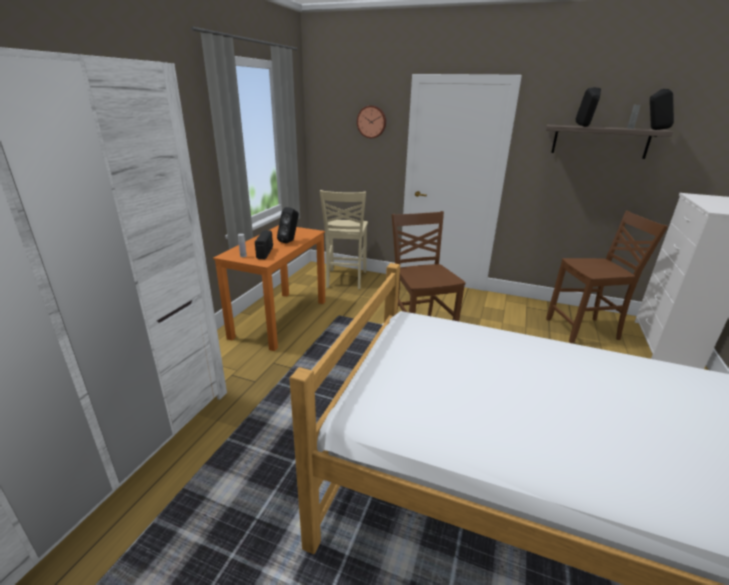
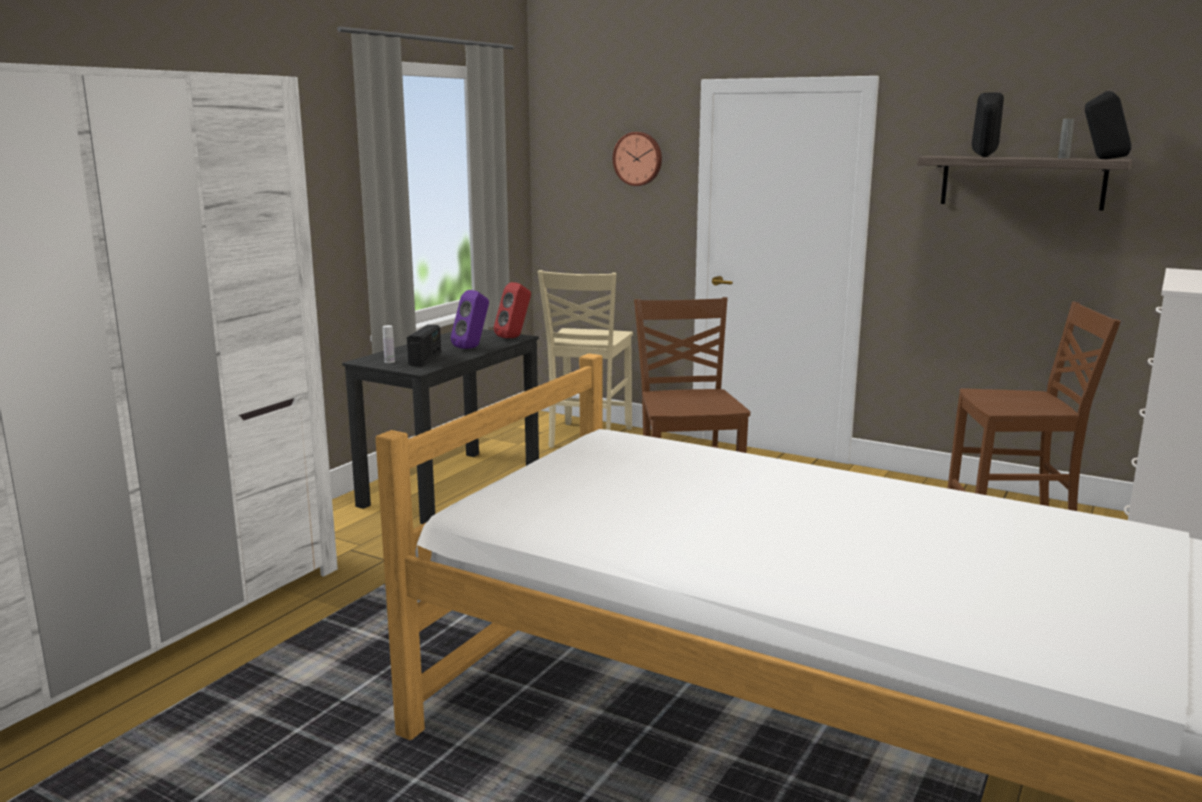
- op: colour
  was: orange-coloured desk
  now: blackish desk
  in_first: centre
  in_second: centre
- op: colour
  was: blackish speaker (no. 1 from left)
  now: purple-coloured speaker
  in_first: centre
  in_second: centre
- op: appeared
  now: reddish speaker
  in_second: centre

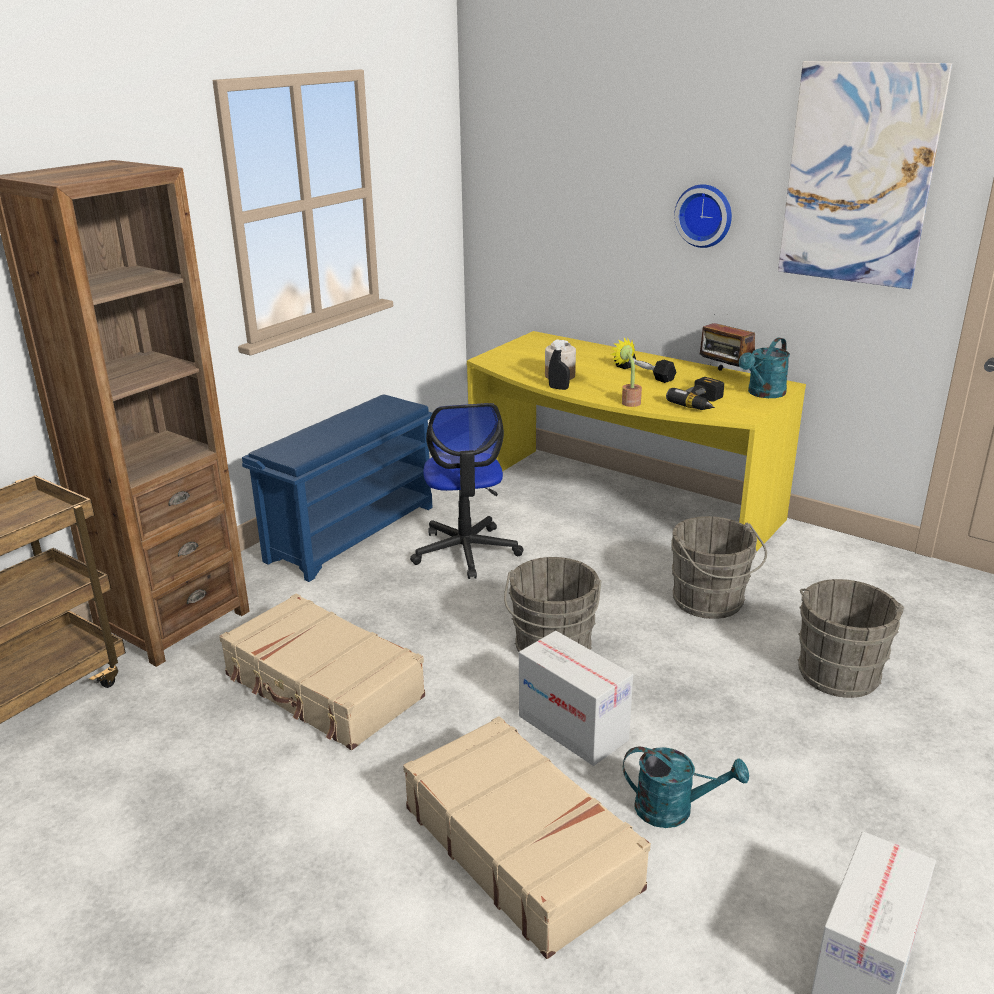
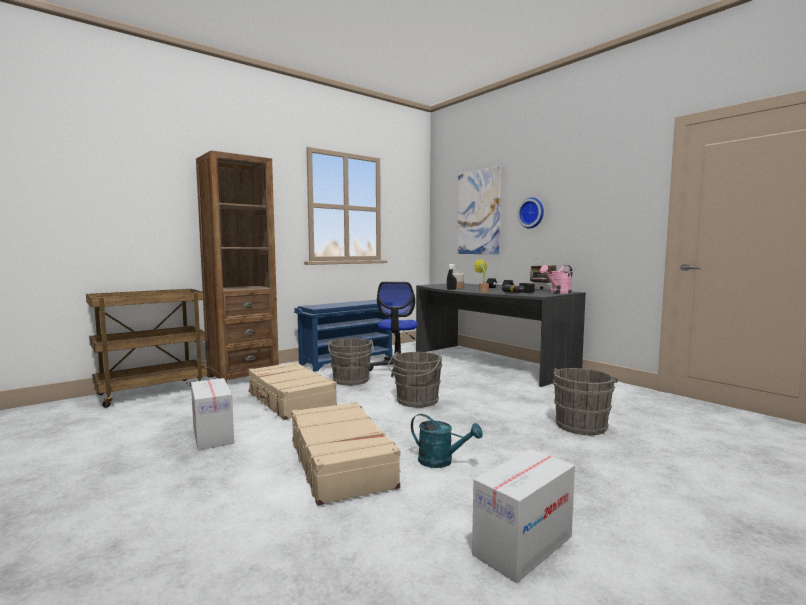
- op: colour
  was: yellow-coloured desk
  now: gray desk
  in_first: centre
  in_second: centre
- op: relocated
  was: packing box (no. 1 from left)
  in_first: bottom centre
  in_second: bottom left
- op: relocated
  was: gray bucket (no. 2 from left in the first image)
  now: gray bucket (no. 1 from left)
  in_first: middle right
  in_second: centre
- op: colour
  was: turquoise-coloured sprinkling can (no. 2 from left)
  now: pink sprinkling can
  in_first: middle right
  in_second: middle right
- op: relocated
  was: wall picture
  in_first: top right
  in_second: centre

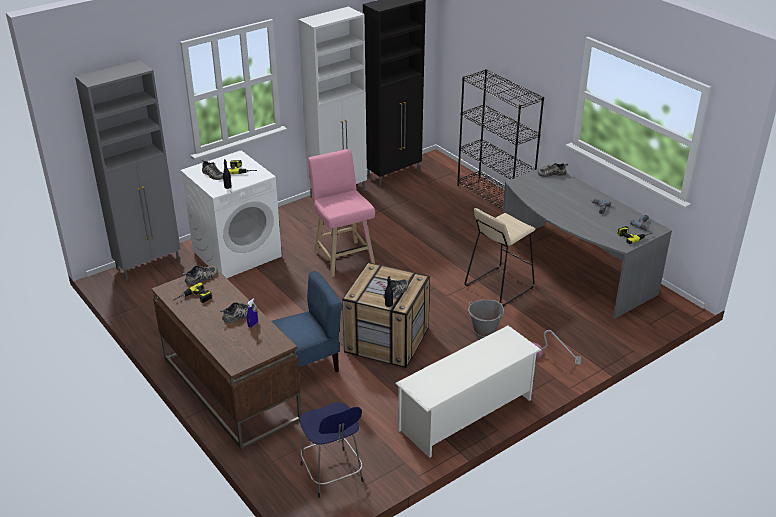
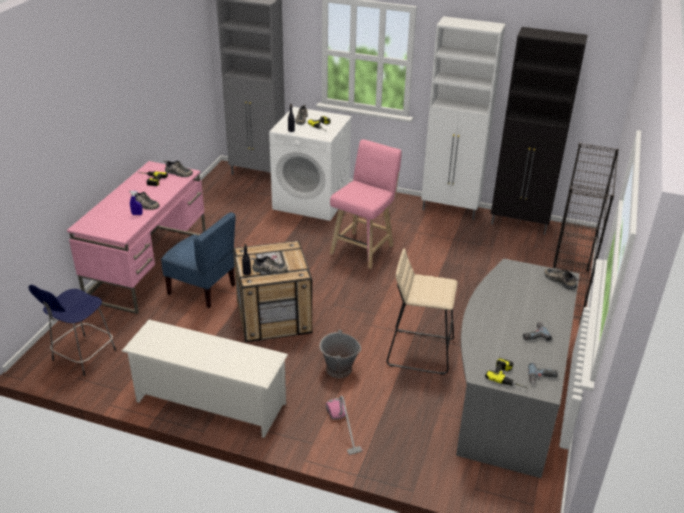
- op: colour
  was: brown-coloured desk
  now: pink desk
  in_first: bottom left
  in_second: middle left

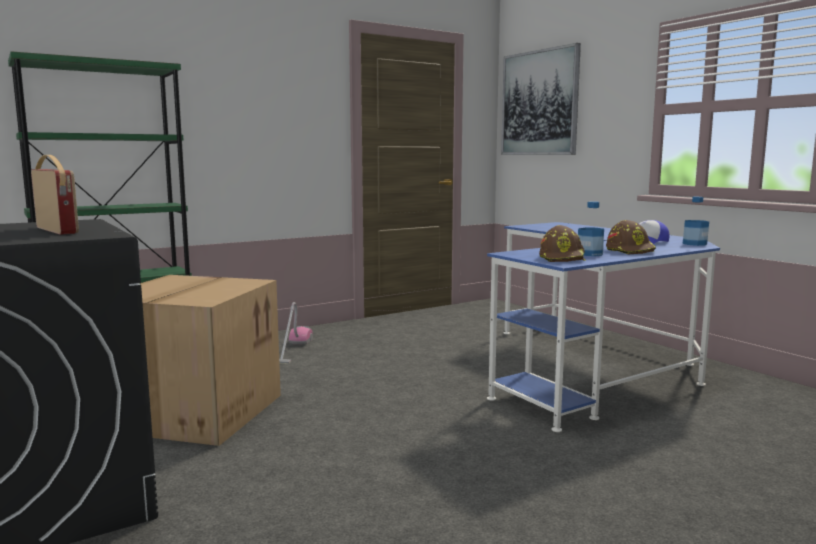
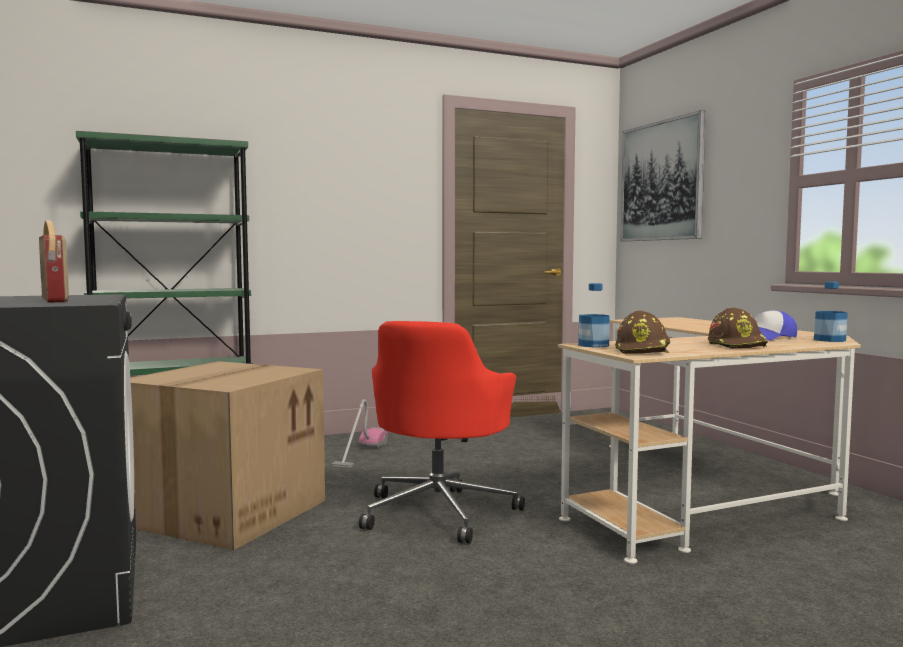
- op: colour
  was: bluish desk
  now: beige-coloured desk
  in_first: middle right
  in_second: bottom right
- op: relocated
  was: bottle (no. 1 from left)
  in_first: middle right
  in_second: centre
- op: appeared
  now: reddish computer chair
  in_second: bottom centre

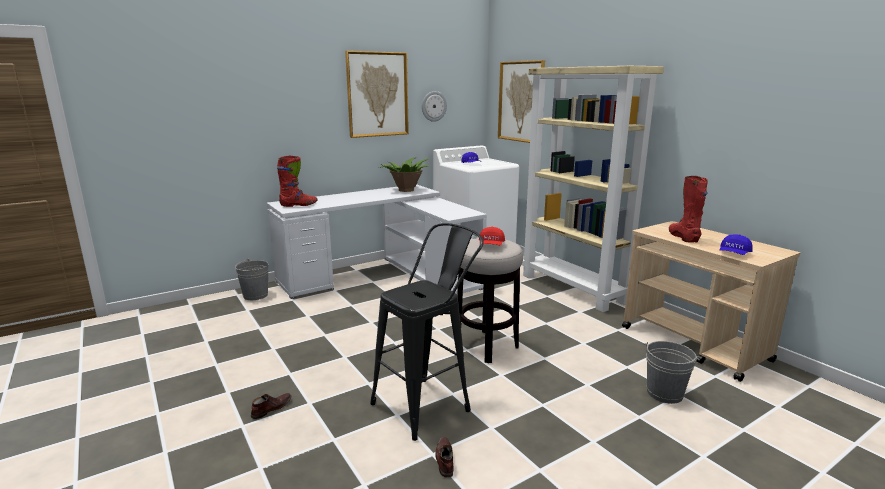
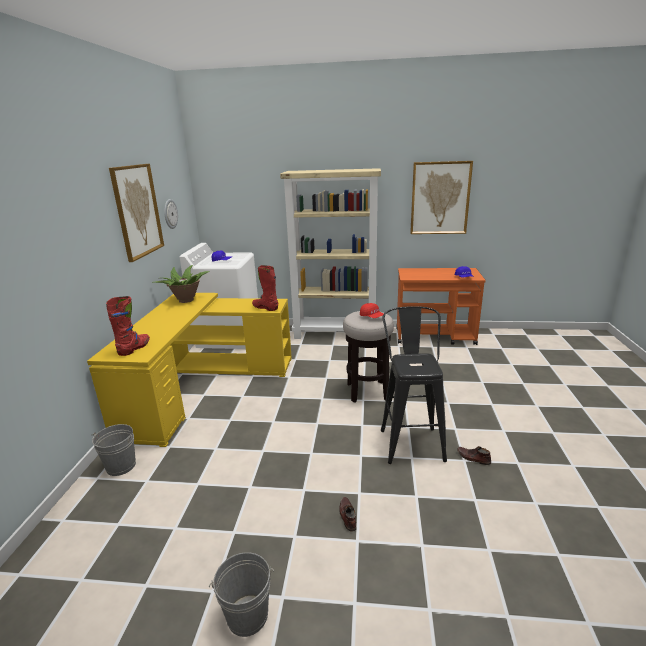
- op: colour
  was: white-coloured desk
  now: yellow-coloured desk
  in_first: centre
  in_second: middle left
- op: relocated
  was: wall picture (no. 2 from left)
  in_first: top centre
  in_second: top right
- op: colour
  was: beige-coloured trolley
  now: orange-coloured trolley
  in_first: middle right
  in_second: middle right
- op: relocated
  was: gray bucket (no. 2 from left)
  in_first: bottom right
  in_second: bottom centre
- op: relocated
  was: reddish tall boot (no. 2 from left)
  in_first: middle right
  in_second: centre

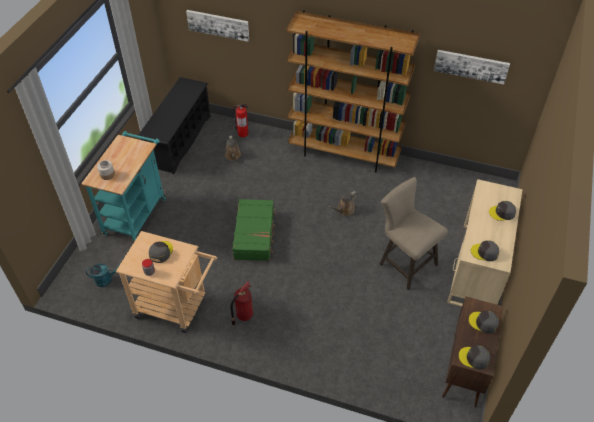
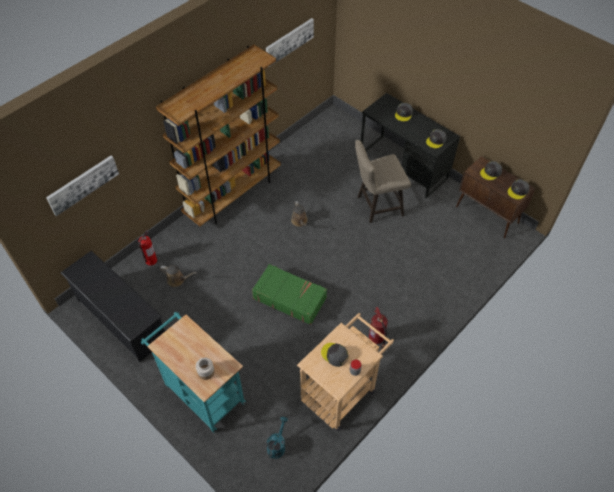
- op: colour
  was: beige-coloured desk
  now: blackish desk
  in_first: middle right
  in_second: top right

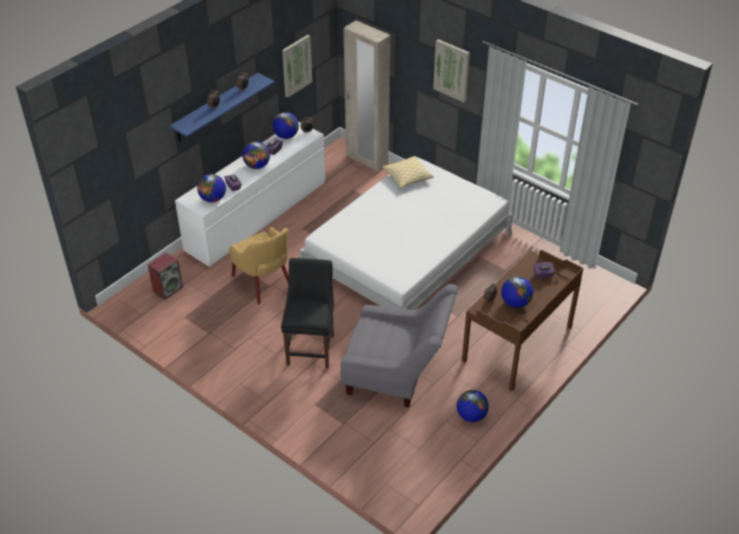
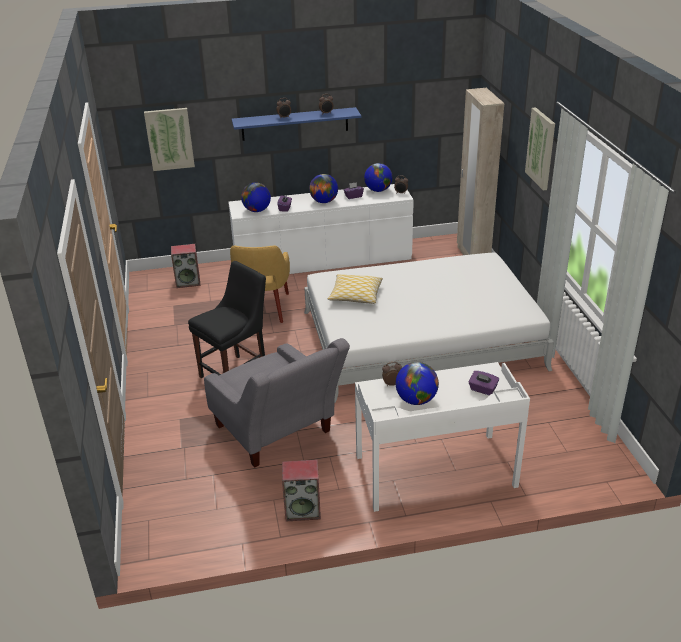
- op: relocated
  was: wall picture (no. 1 from left)
  in_first: top centre
  in_second: top left
- op: relocated
  was: throw pillow
  in_first: top centre
  in_second: centre
- op: exchanged
  was: world globe (no. 4 from left)
  now: speaker (no. 2 from left)
  in_first: bottom centre
  in_second: bottom centre
- op: colour
  was: brown-coloured desk
  now: white-coloured desk
  in_first: middle right
  in_second: bottom centre

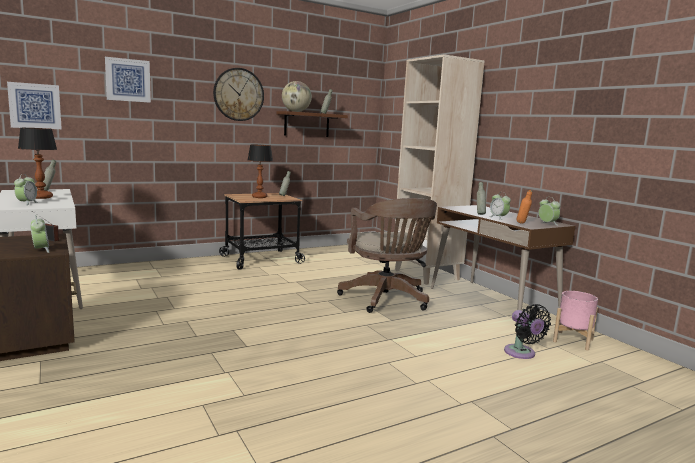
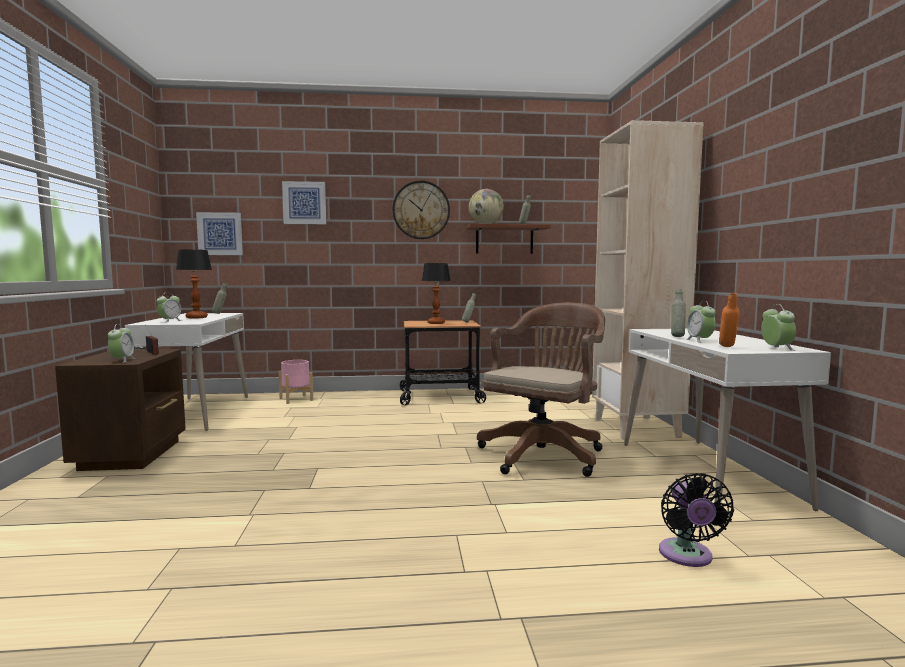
- op: spun
  was: brown-coloured computer chair
  in_first: centre
  in_second: centre
  clockwise: -150
- op: colour
  was: brown-coloured desk
  now: white-coloured desk (no. 2 from left)
  in_first: middle right
  in_second: middle right
- op: relocated
  was: pink planter
  in_first: bottom right
  in_second: middle left

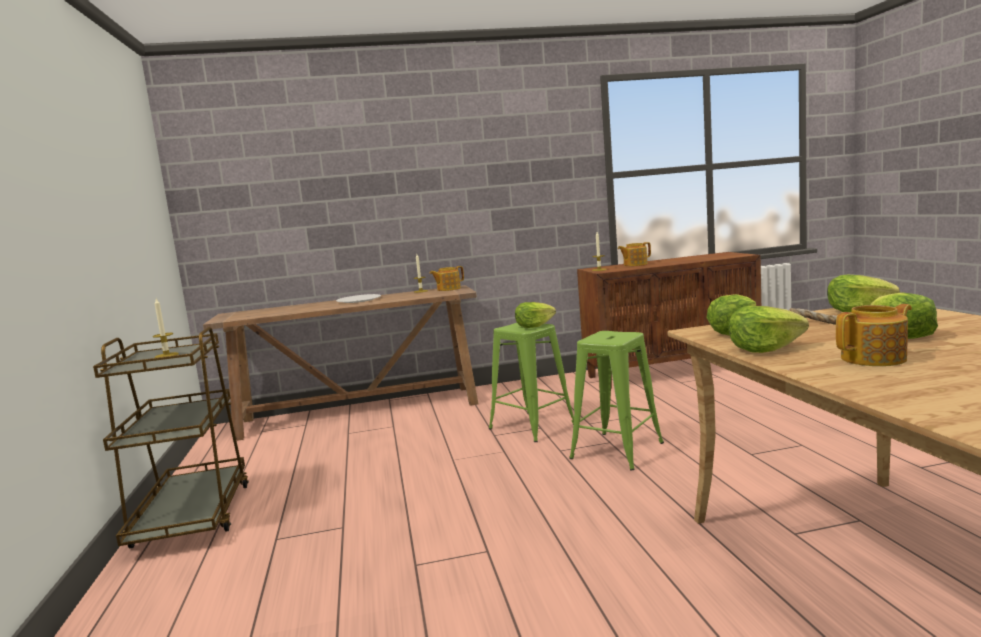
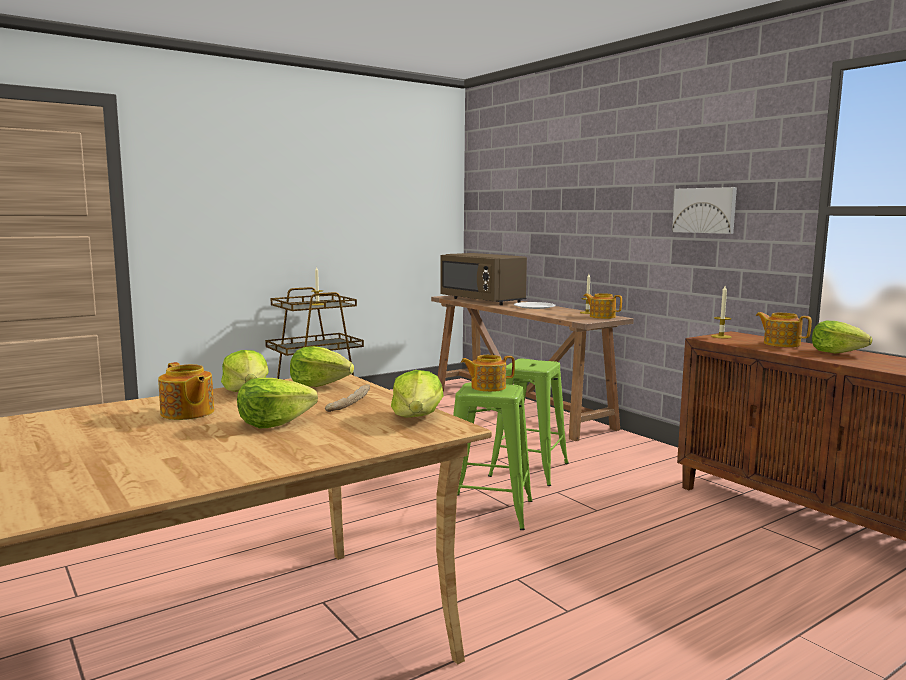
- op: relocated
  was: lettuce (no. 1 from left in the first image)
  now: lettuce (no. 5 from left)
  in_first: centre
  in_second: middle right
- op: appeared
  now: brown-coloured microwave
  in_second: centre
- op: appeared
  now: teapot (no. 2 from left)
  in_second: centre
- op: appeared
  now: wall picture
  in_second: top right

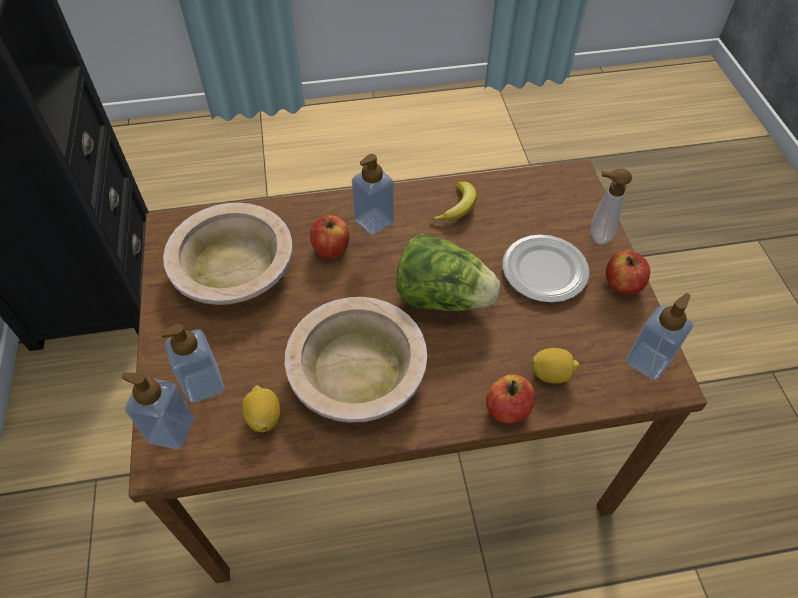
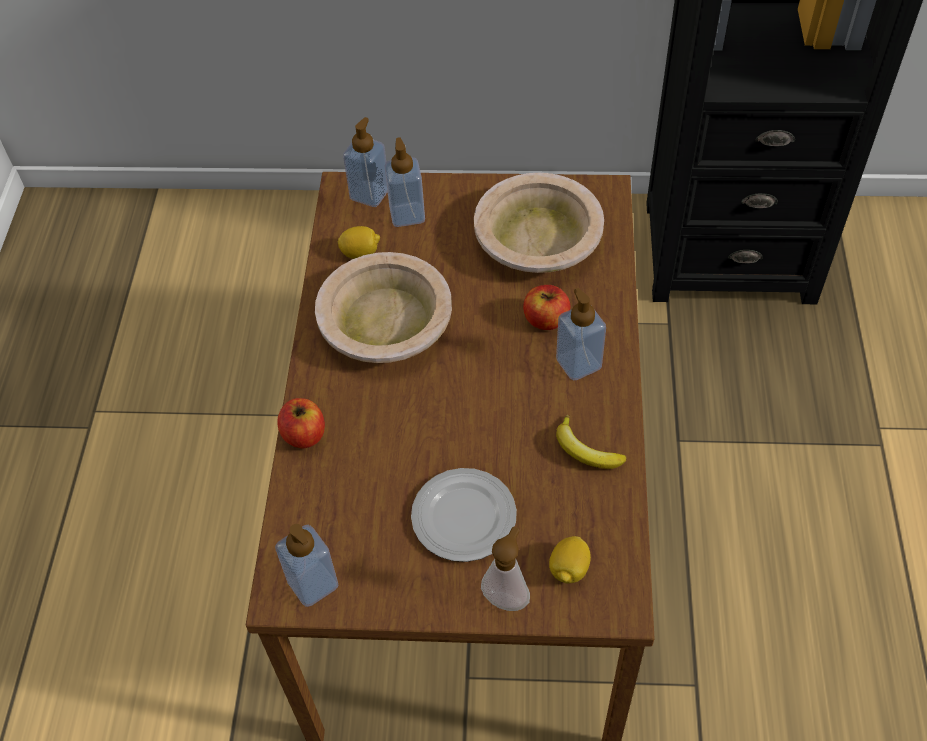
- op: missing
  was: lettuce
  in_first: centre
- op: relocated
  was: lemon (no. 2 from left)
  in_first: middle right
  in_second: bottom centre
- op: missing
  was: whole apple (no. 3 from left)
  in_first: middle right

